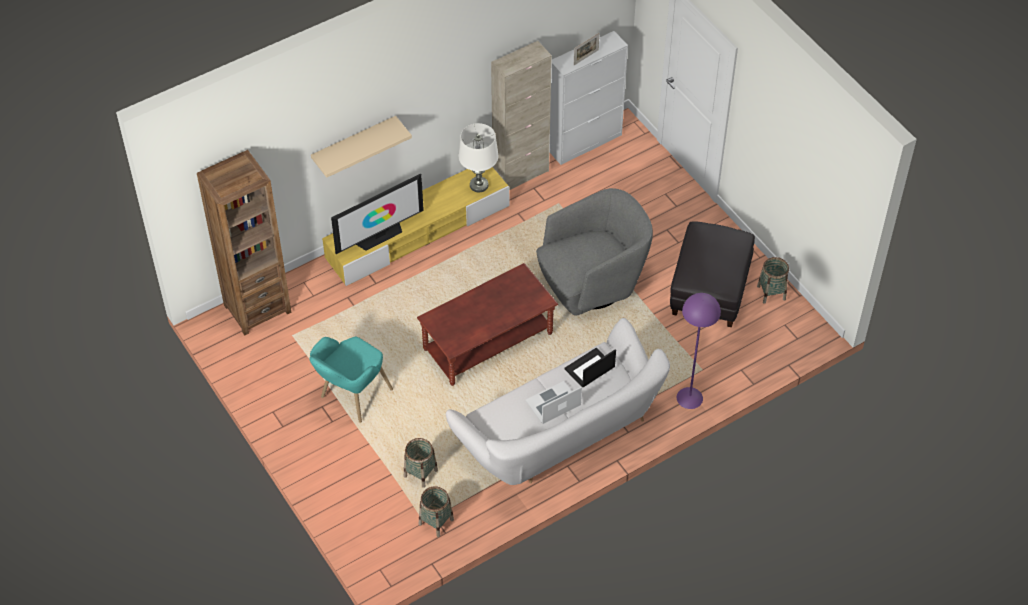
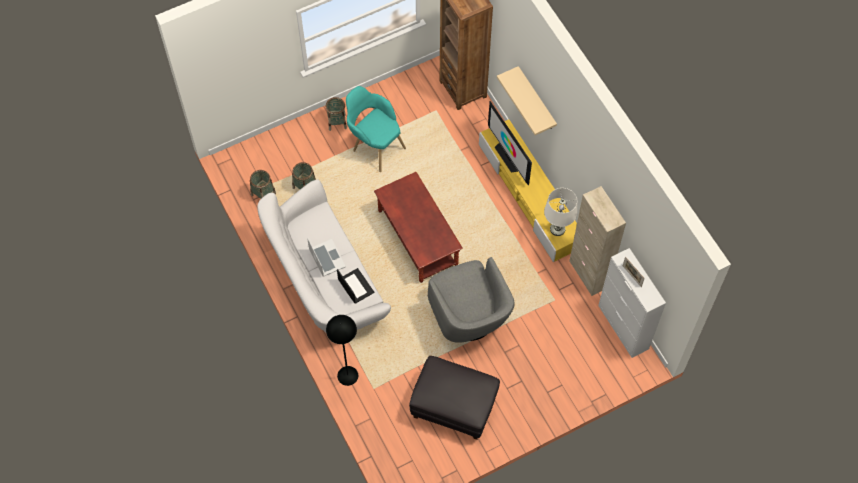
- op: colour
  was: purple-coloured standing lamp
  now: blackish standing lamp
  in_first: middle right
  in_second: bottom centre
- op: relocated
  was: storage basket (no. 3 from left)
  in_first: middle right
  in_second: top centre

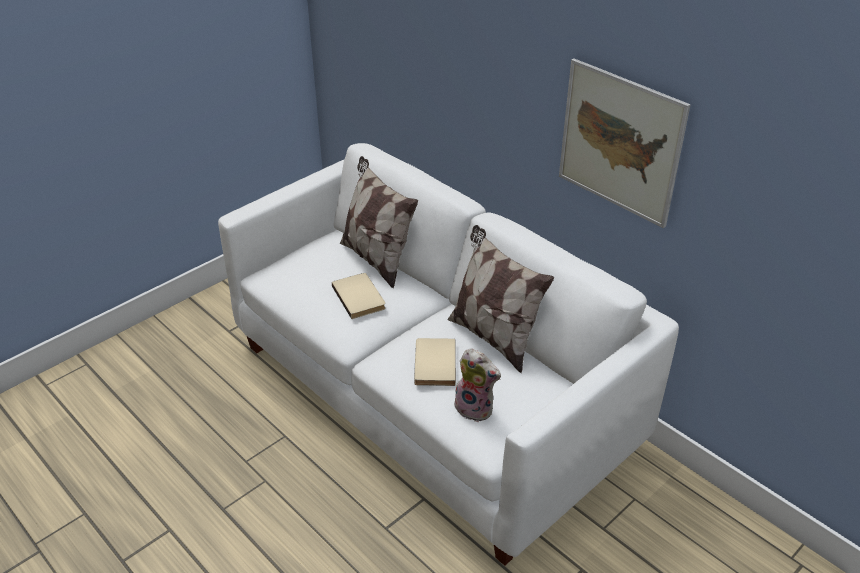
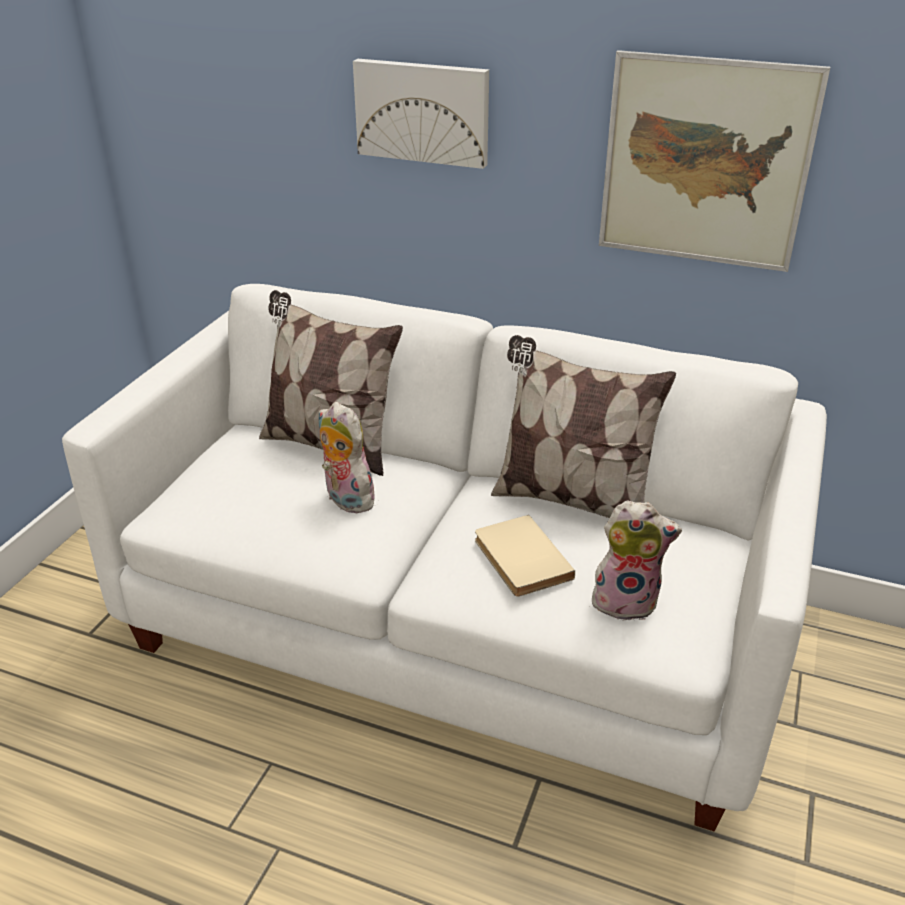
- op: exchanged
  was: beige-coloured volume (no. 1 from left)
  now: soft toy (no. 1 from left)
  in_first: centre
  in_second: centre
- op: appeared
  now: wall picture (no. 1 from left)
  in_second: top centre

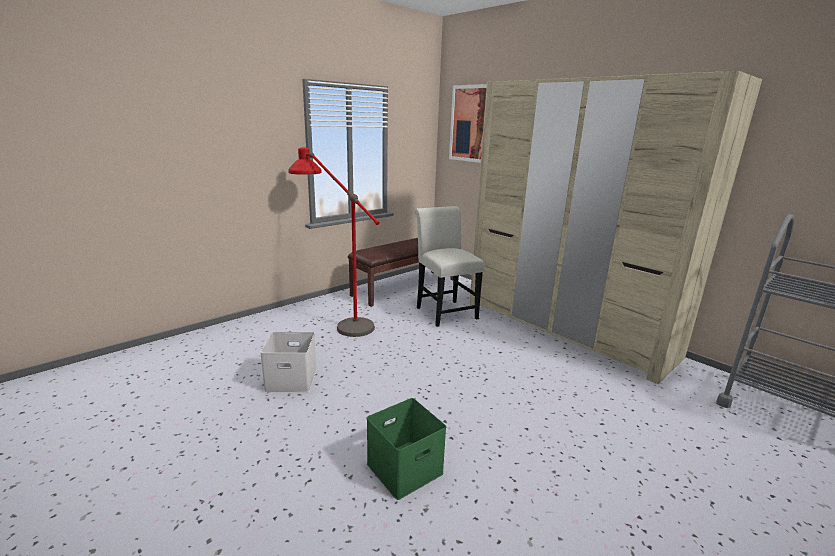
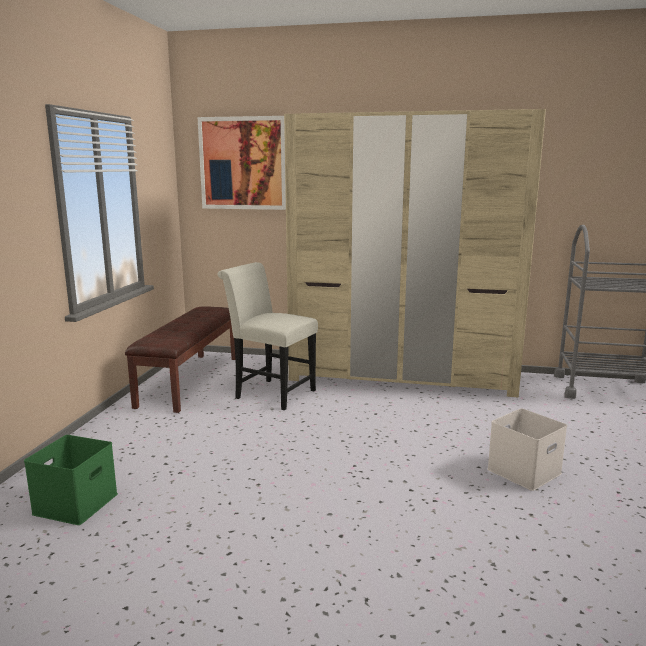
- op: relocated
  was: white-coloured storage box
  in_first: centre
  in_second: bottom right
- op: missing
  was: reddish standing lamp
  in_first: centre
- op: relocated
  was: greenish storage box
  in_first: bottom centre
  in_second: bottom left

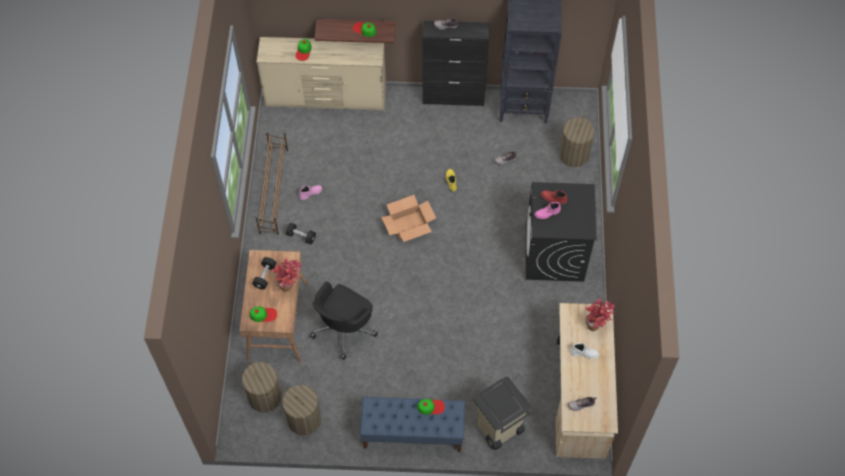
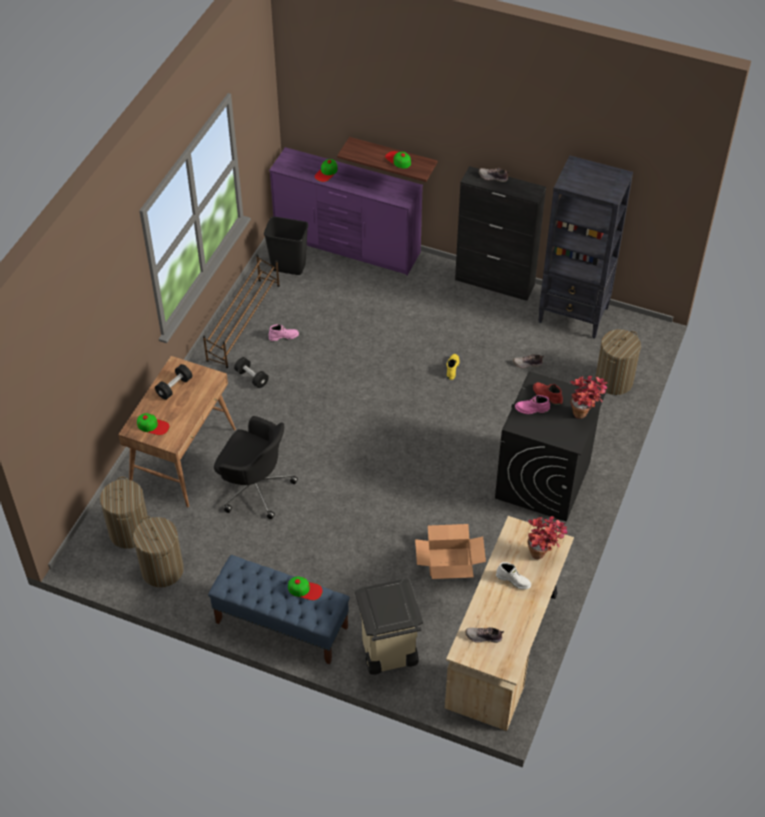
- op: colour
  was: beige-coloured dresser
  now: purple-coloured dresser
  in_first: top centre
  in_second: top centre
- op: relocated
  was: houseplant (no. 1 from left in the first image)
  now: houseplant (no. 2 from left)
  in_first: centre
  in_second: middle right
- op: spun
  was: blackish computer chair
  in_first: bottom centre
  in_second: centre
  clockwise: -120
- op: relocated
  was: packing box
  in_first: centre
  in_second: bottom centre
- op: appeared
  now: blackish rubbish bin
  in_second: top centre

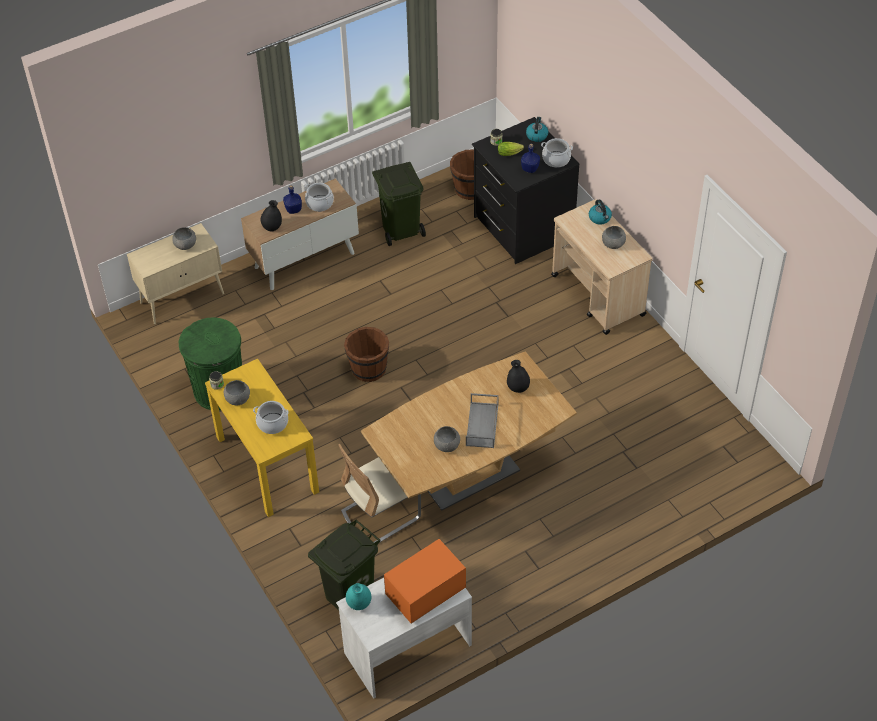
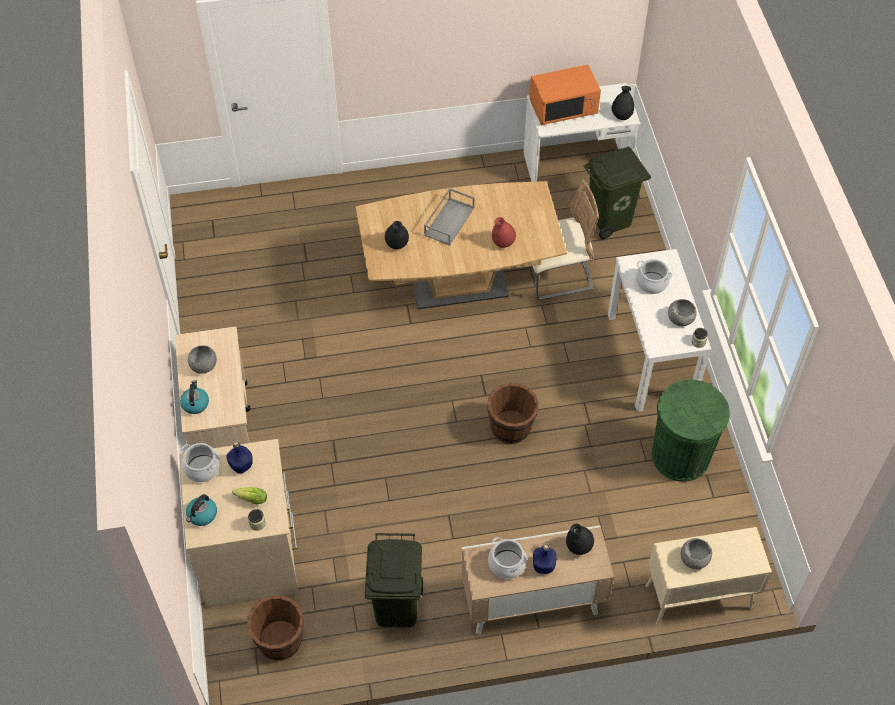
- op: colour
  was: yellow-coloured hall table
  now: white-coloured hall table
  in_first: middle left
  in_second: middle right
- op: colour
  was: turquoise-coloured vase
  now: blackish vase (no. 3 from left)
  in_first: bottom centre
  in_second: top right
- op: missing
  was: gray deep dish (no. 3 from left)
  in_first: centre
- op: colour
  was: blackish dresser
  now: beige-coloured dresser
  in_first: top centre
  in_second: bottom left
- op: appeared
  now: reddish vase
  in_second: top centre

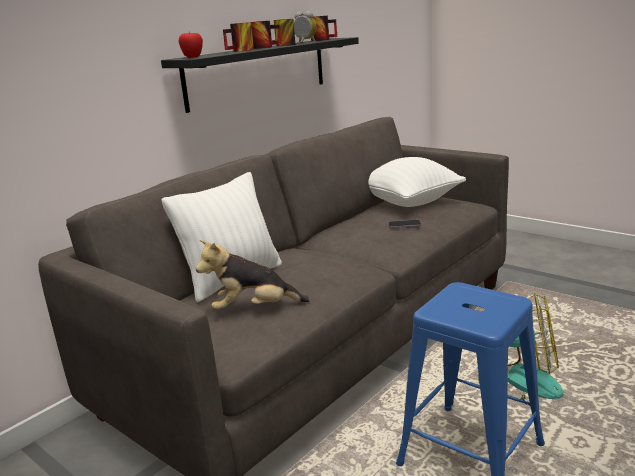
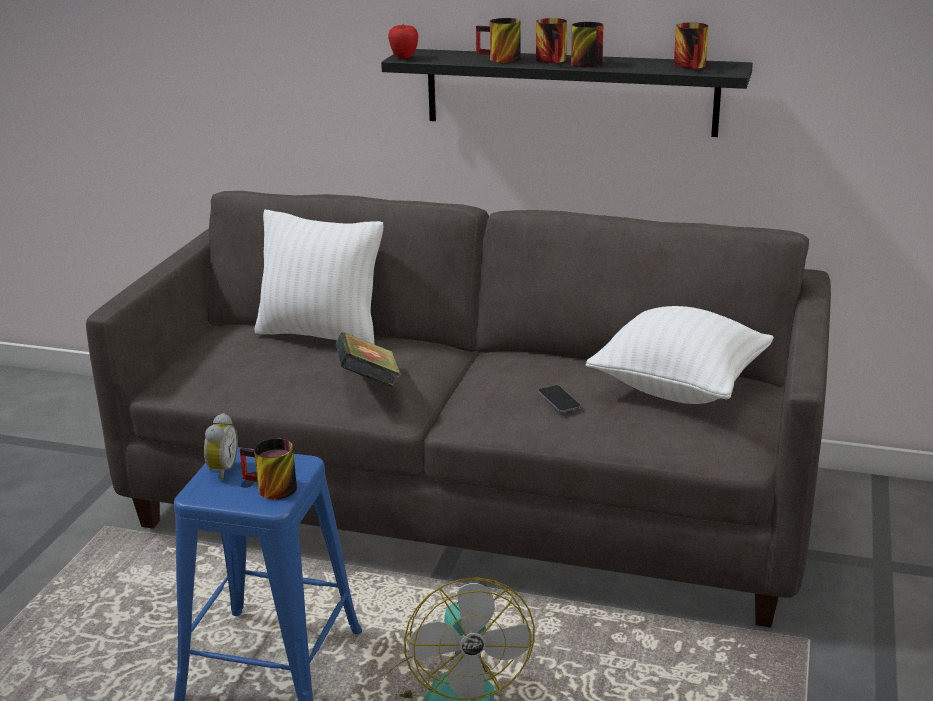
- op: missing
  was: soft toy
  in_first: centre
- op: relocated
  was: table clock
  in_first: top centre
  in_second: middle left
- op: appeared
  now: mug (no. 1 from left)
  in_second: bottom left
- op: appeared
  now: volume
  in_second: centre

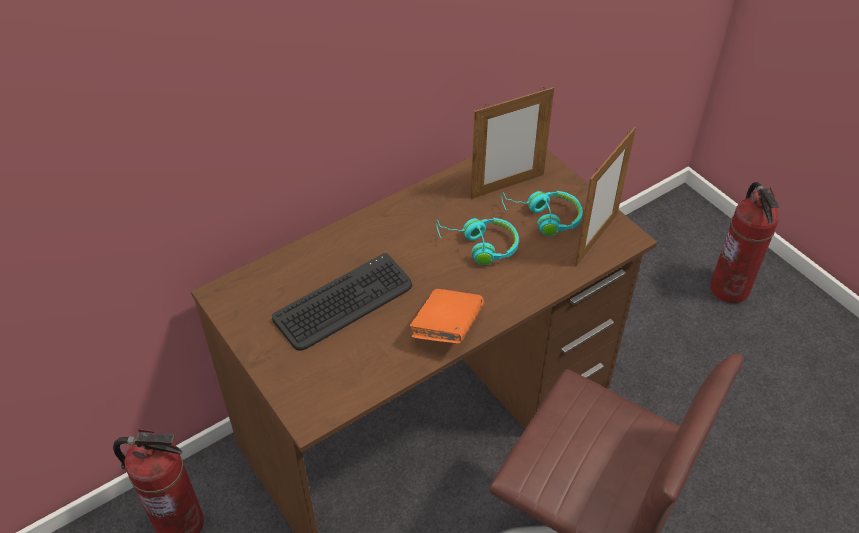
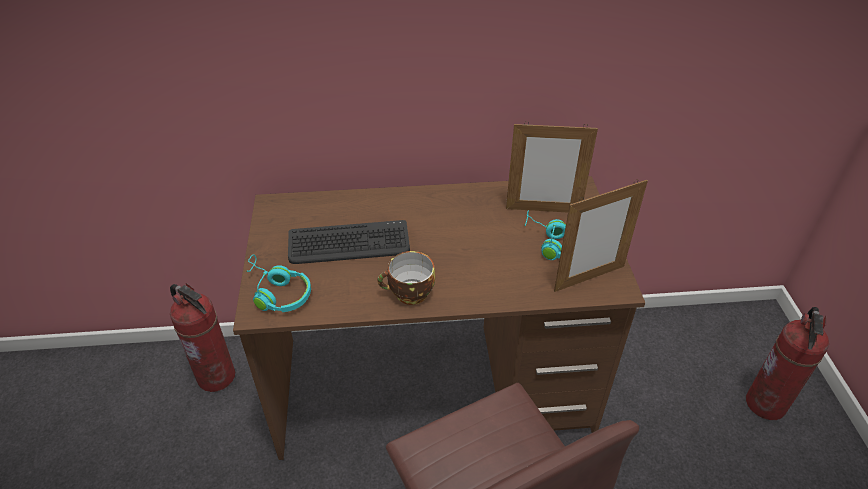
- op: exchanged
  was: orange-coloured volume
  now: cup
  in_first: centre
  in_second: centre
- op: relocated
  was: turquoise-coloured pair of headphones (no. 1 from left)
  in_first: centre
  in_second: middle left

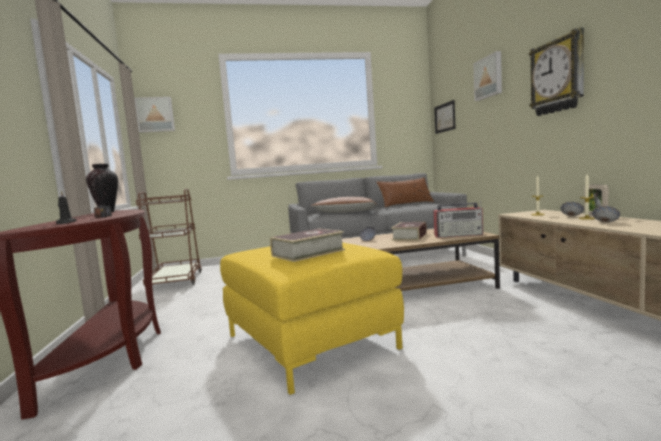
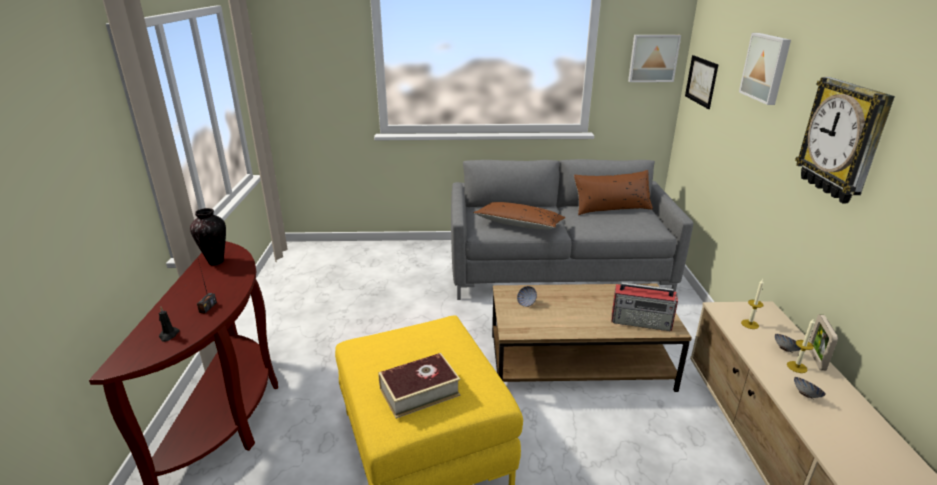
- op: relocated
  was: wall picture (no. 1 from left)
  in_first: top left
  in_second: top right
- op: missing
  was: brown-coloured trolley
  in_first: middle left
- op: missing
  was: volume (no. 2 from left)
  in_first: centre

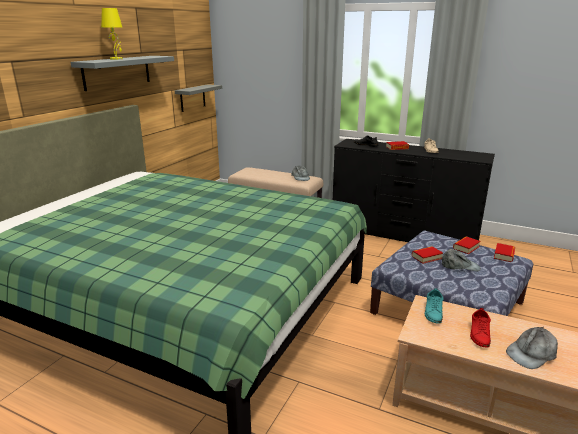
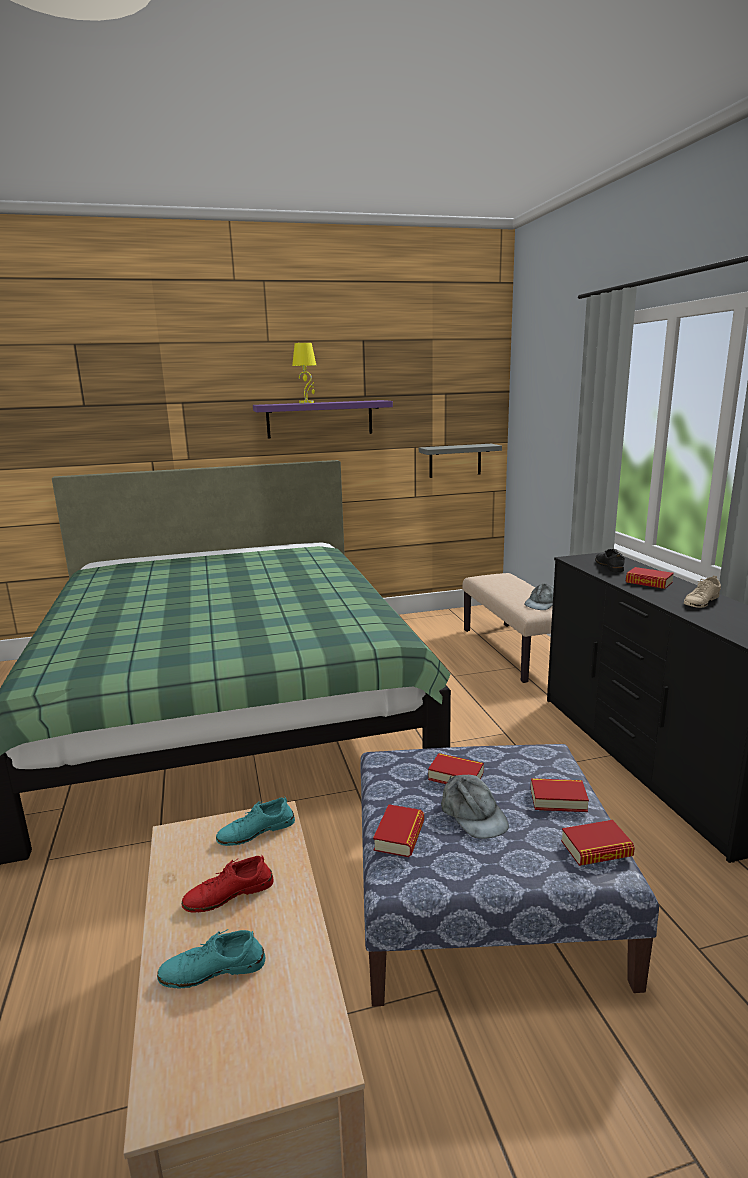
- op: colour
  was: gray wall shelf (no. 1 from left)
  now: purple-coloured wall shelf
  in_first: top left
  in_second: centre
- op: exchanged
  was: gray baseball cap (no. 3 from left)
  now: turquoise-coloured low shoe (no. 1 from left)
  in_first: bottom right
  in_second: bottom left
- op: appeared
  now: volume (no. 1 from left)
  in_second: bottom centre

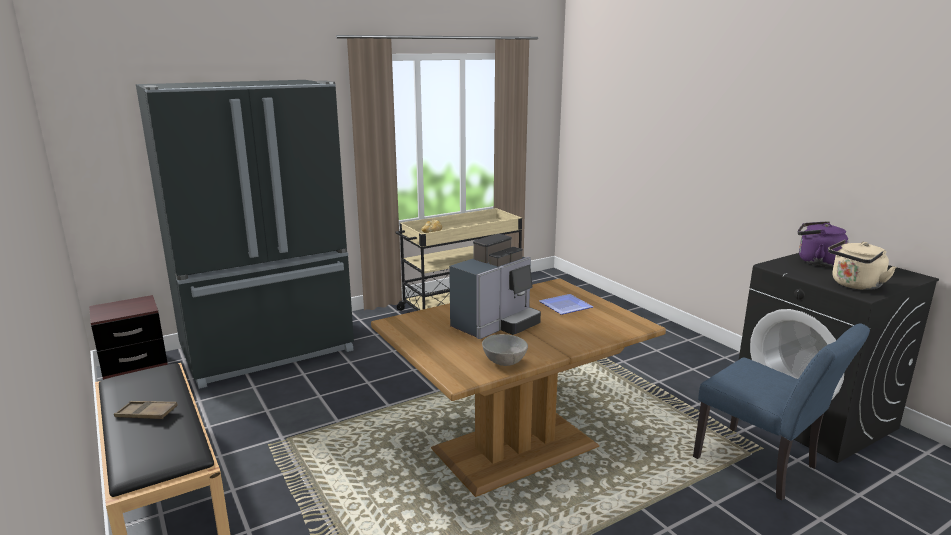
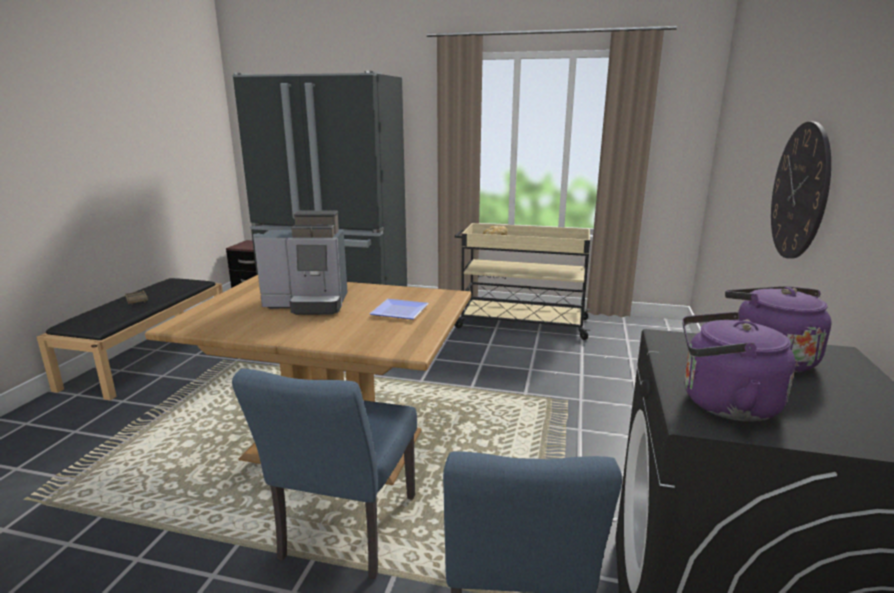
- op: missing
  was: gray deep dish
  in_first: centre
- op: colour
  was: beige-coloured kettle
  now: purple-coloured kettle (no. 1 from left)
  in_first: middle right
  in_second: middle right
- op: appeared
  now: bluish chair (no. 1 from left)
  in_second: bottom centre
- op: appeared
  now: wall clock
  in_second: top right

